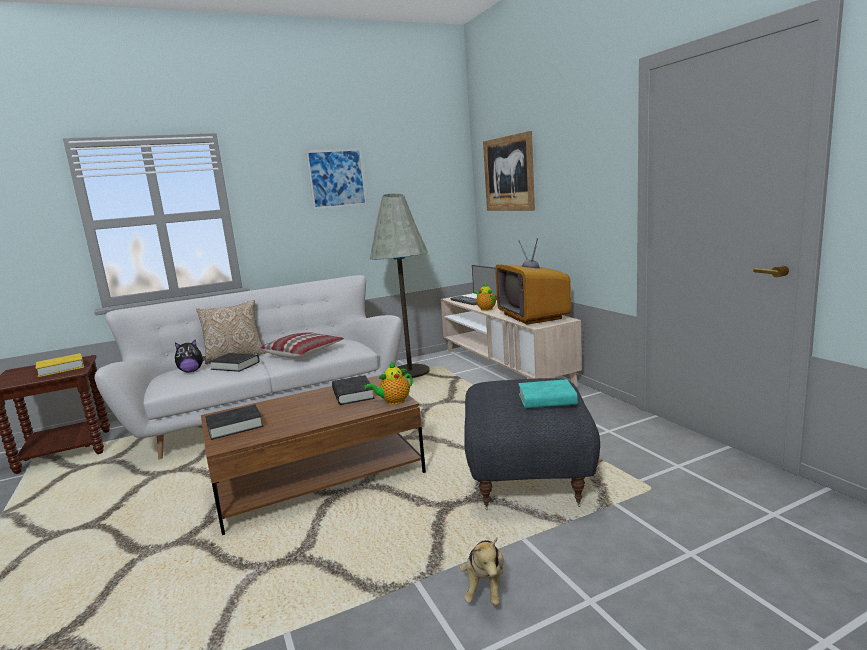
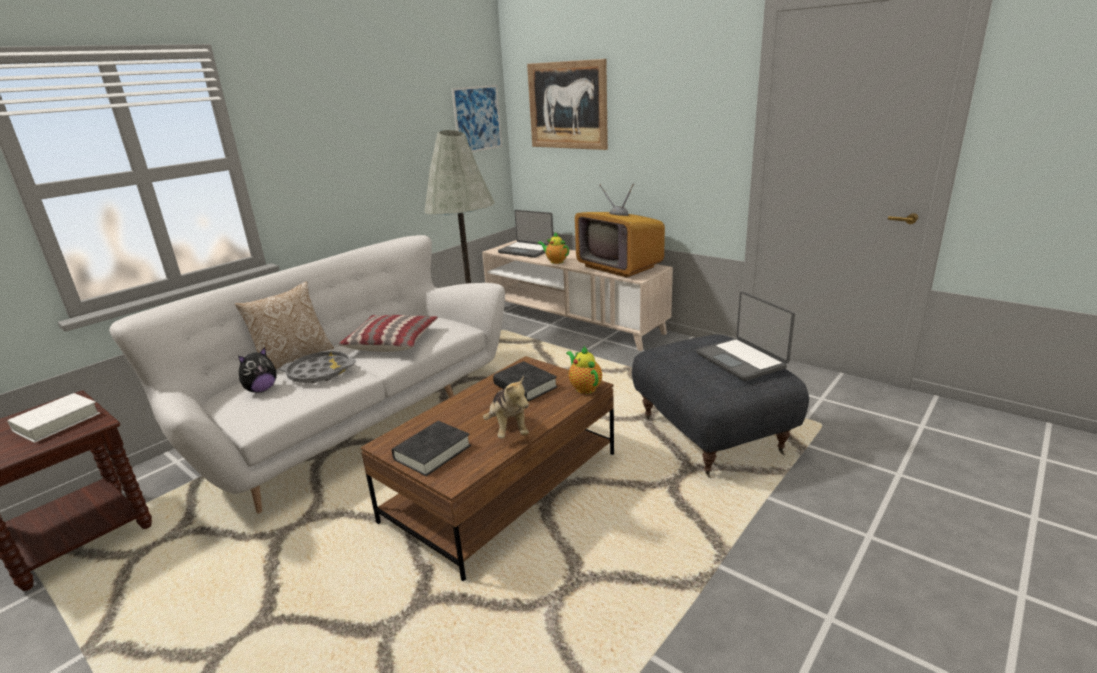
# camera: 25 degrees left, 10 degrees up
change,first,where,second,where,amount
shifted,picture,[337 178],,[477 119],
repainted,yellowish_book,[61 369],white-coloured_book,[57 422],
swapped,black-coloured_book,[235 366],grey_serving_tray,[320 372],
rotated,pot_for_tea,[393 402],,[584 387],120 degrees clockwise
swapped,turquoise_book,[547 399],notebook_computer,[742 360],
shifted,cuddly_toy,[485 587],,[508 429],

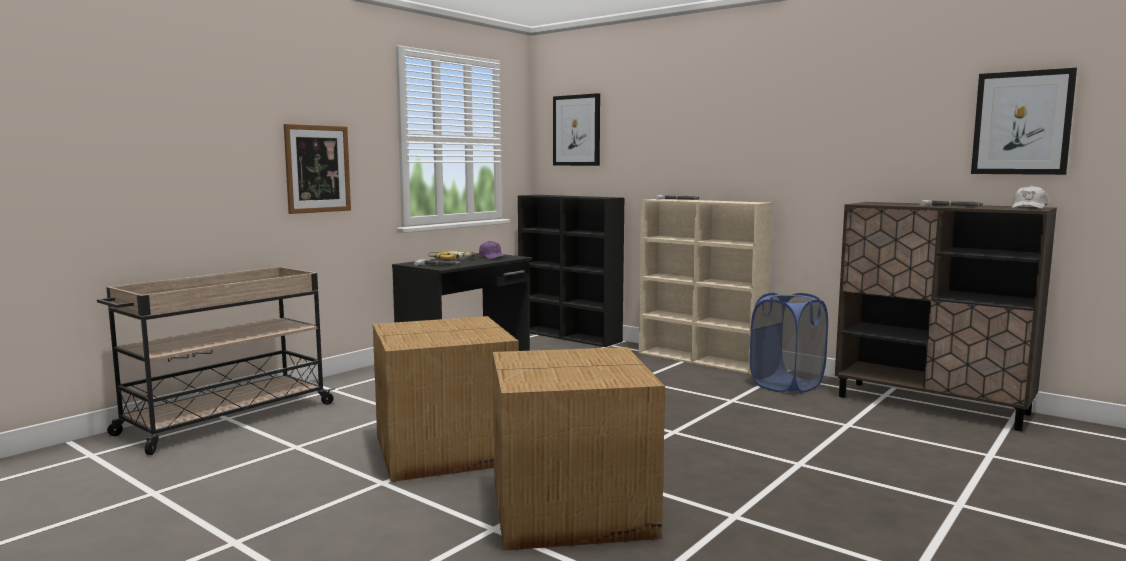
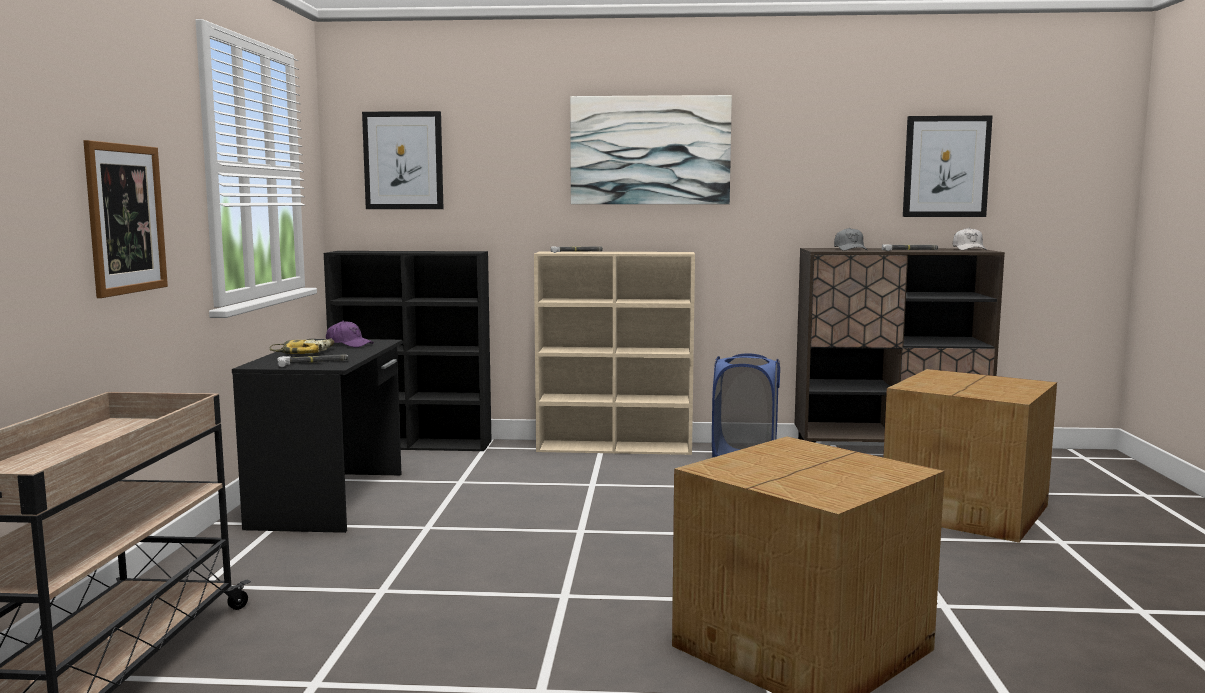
# camera: 35 degrees left, 0 degrees up
change,first,where,second,where,amount
shifted,carton,[447 450],,[968 510],
new,,,picture,[650 150],
new,,,grey_cap,[850 249],

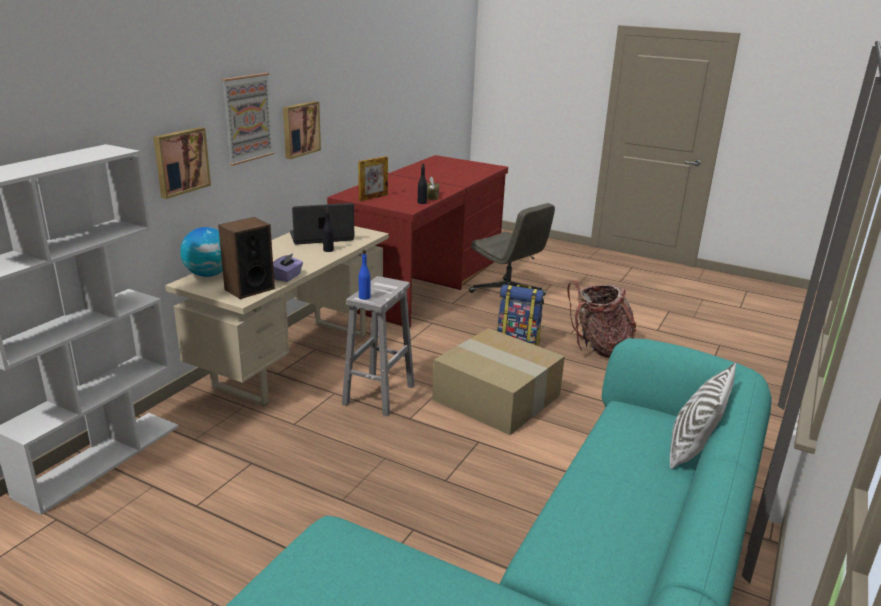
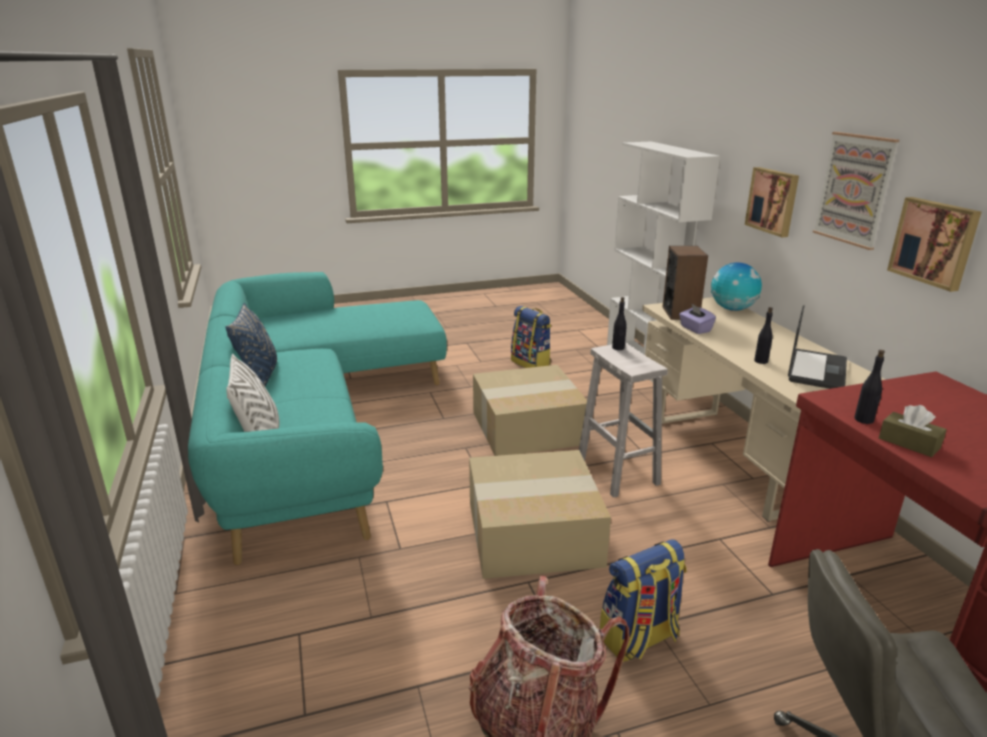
# camera: 135 degrees right, 0 degrees up
change,first,where,second,where,amount
gone,photo_frame,[373 197],,,
repainted,blue-coloured_bottle,[364 297],black-coloured_bottle,[618 348],
new,,,blue-coloured_pillow,[260 377],
new,,,backpack,[531 363],
new,,,carton,[526 428],

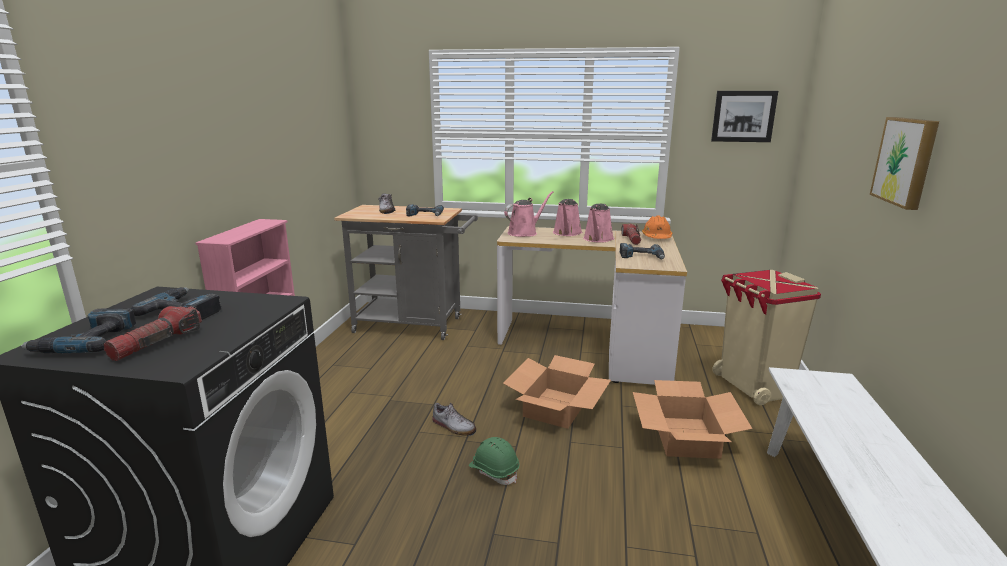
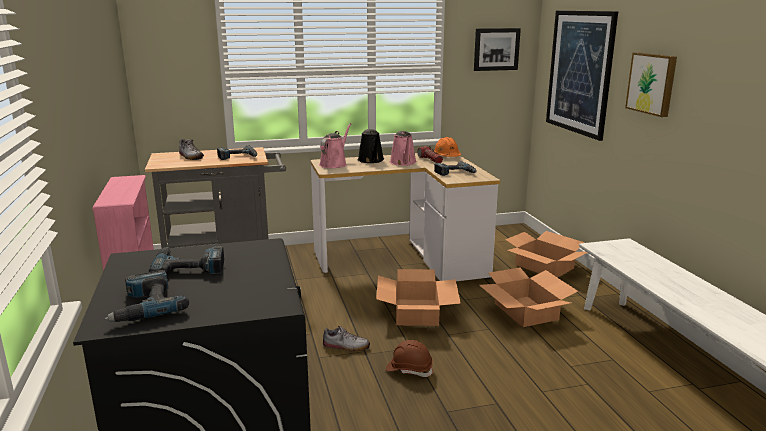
# camera: 25 degrees left, 0 degrees up
change,first,where,second,where,amount
repainted,pink_watering_can,[567 233],black-coloured_watering_can,[371 160],
swapped,beige-coloured_trash_can,[753 387],carton,[544 266],
gone,hand_torch,[157 343],,,
repainted,greenish_work_helmet,[494 471],brownish_work_helmet,[409 369],
new,,,picture,[579 72],

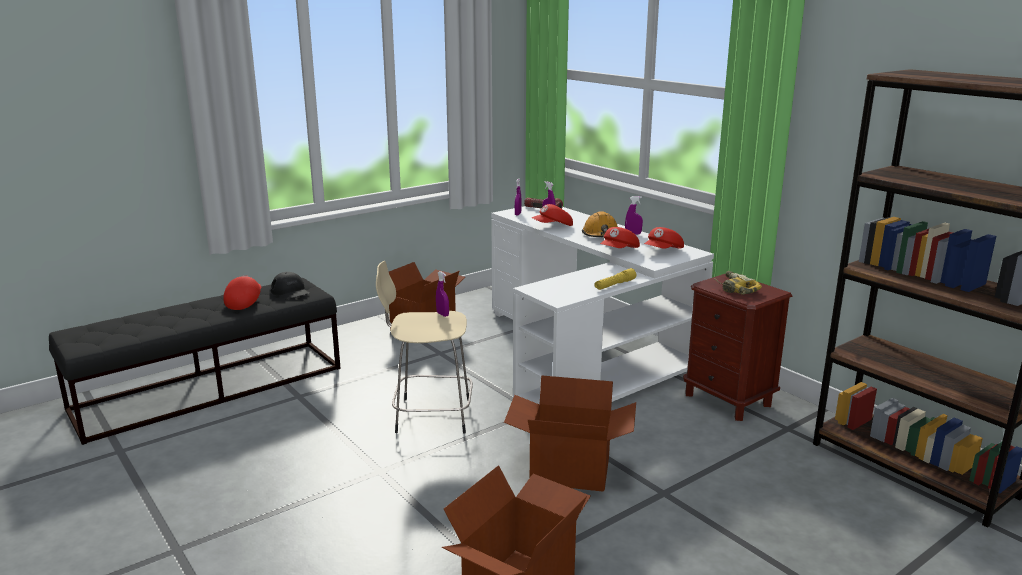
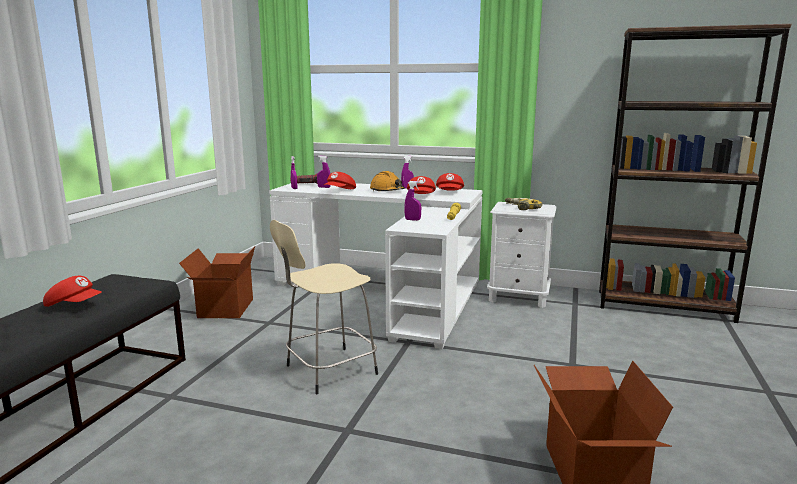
# camera: 35 degrees left, 5 degrees down
change,first,where,second,where,amount
shifted,purple-coloured_sprayer,[442 314],,[412 220],
gone,black-coloured_cap,[290 292],,,
repainted,brownish_nightstand,[728 400],white-coloured_nightstand,[518 297],
rotated,red-coloured_cap,[244 302],,[74 305],135 degrees clockwise
gone,carton,[569 471],,,

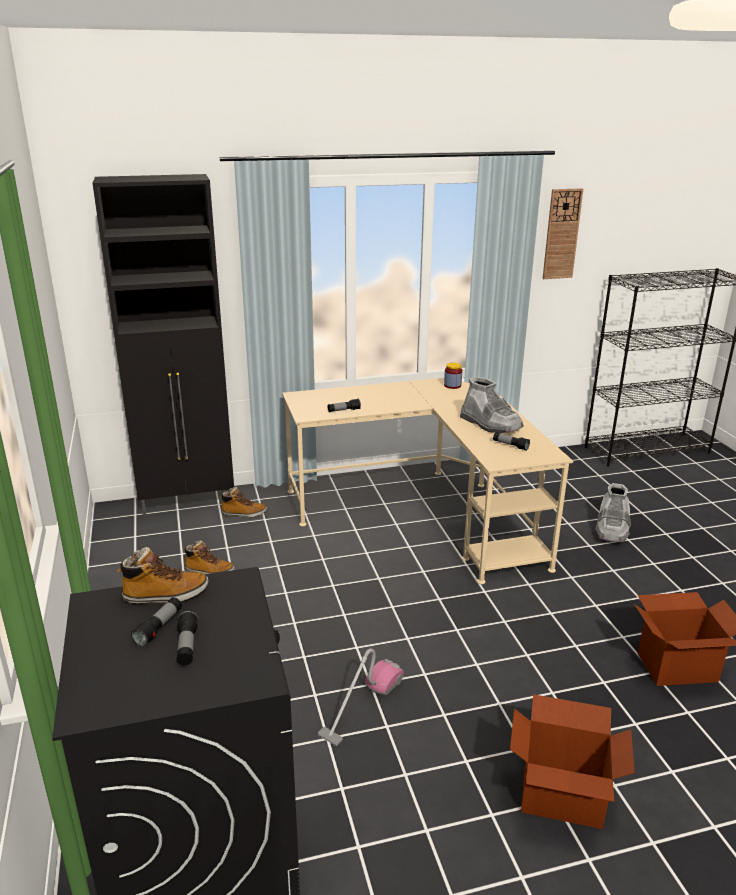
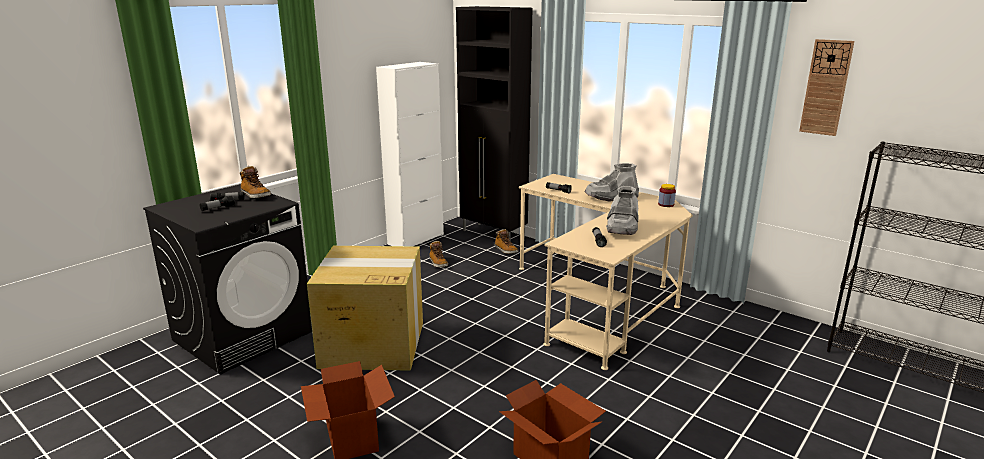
# camera: 55 degrees right, 5 degrees down
change,first,where,second,where,amount
shifted,grey_boot,[611 530],,[611 197],
swapped,vacuum_cleaner,[362 705],carton,[371 344],
new,,,white-coloured_storage_cabinet,[416 239],

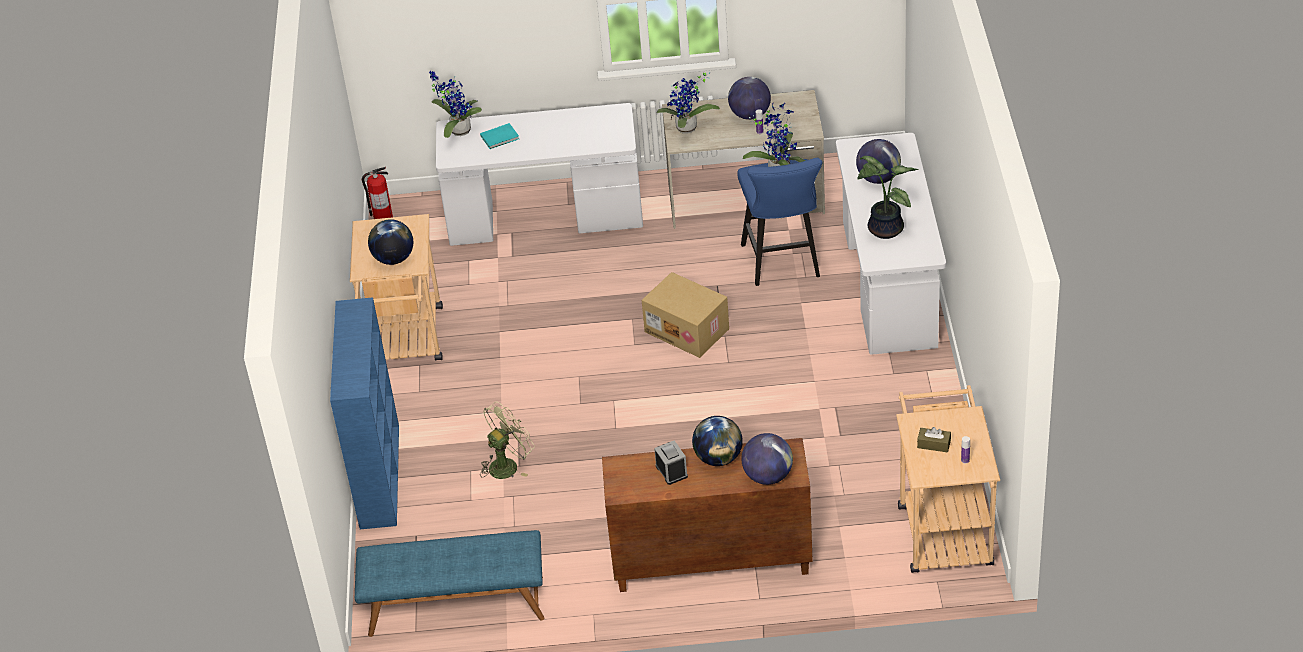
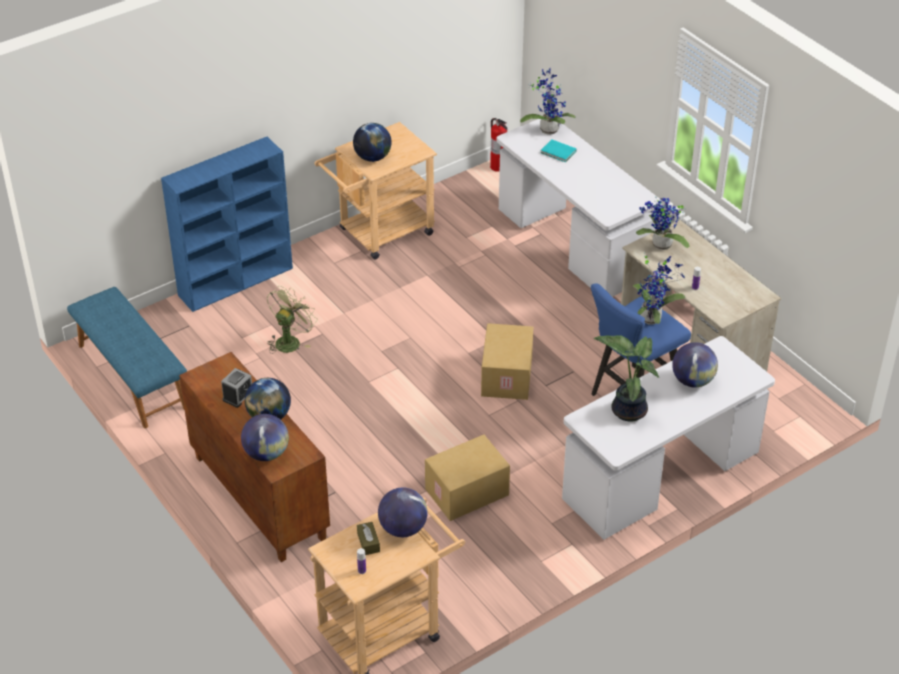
# camera: 55 degrees right, 0 degrees up
change,first,where,second,where,amount
shifted,world_globe,[750 115],,[403 528],
rotated,greenish_cooling_fan,[507 464],,[290 340],75 degrees counterclockwise
new,,,carton,[467 493],

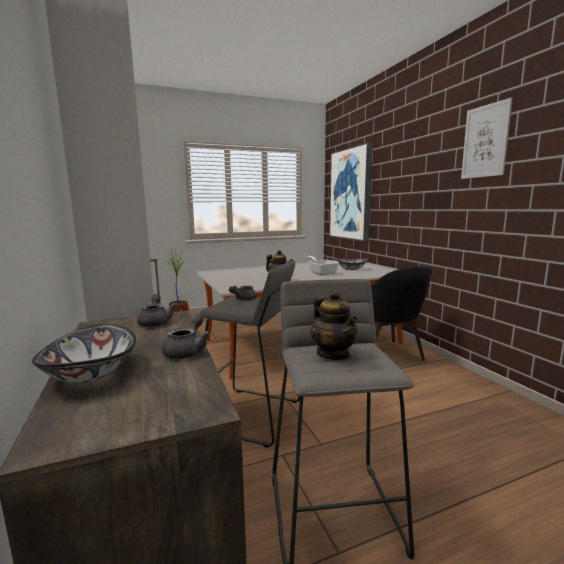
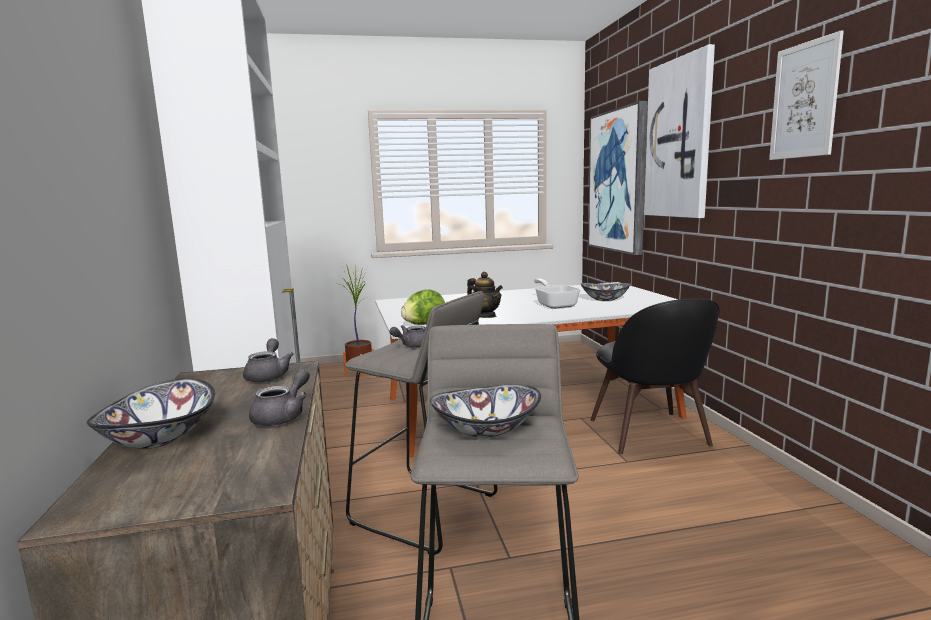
# camera: 10 degrees right, 0 degrees up
change,first,where,second,where,amount
swapped,pot_for_tea,[333 354],bowl,[486 429],
new,,,picture,[679 139],
new,,,head_of_lettuce,[424 324],

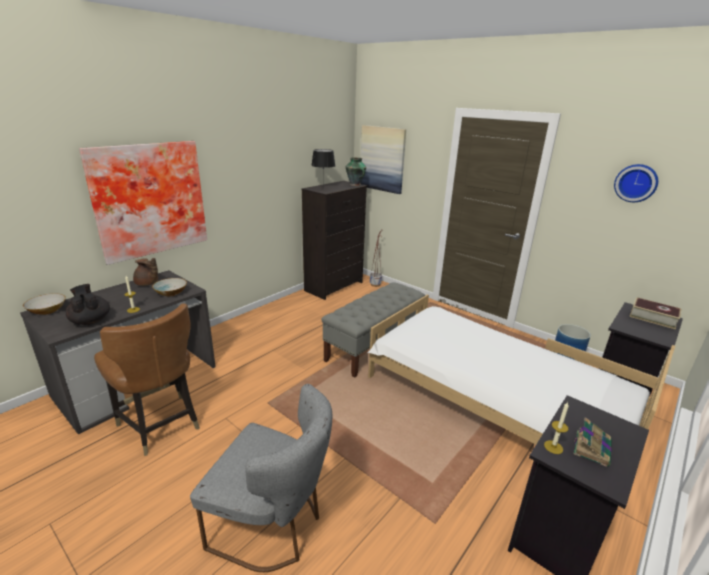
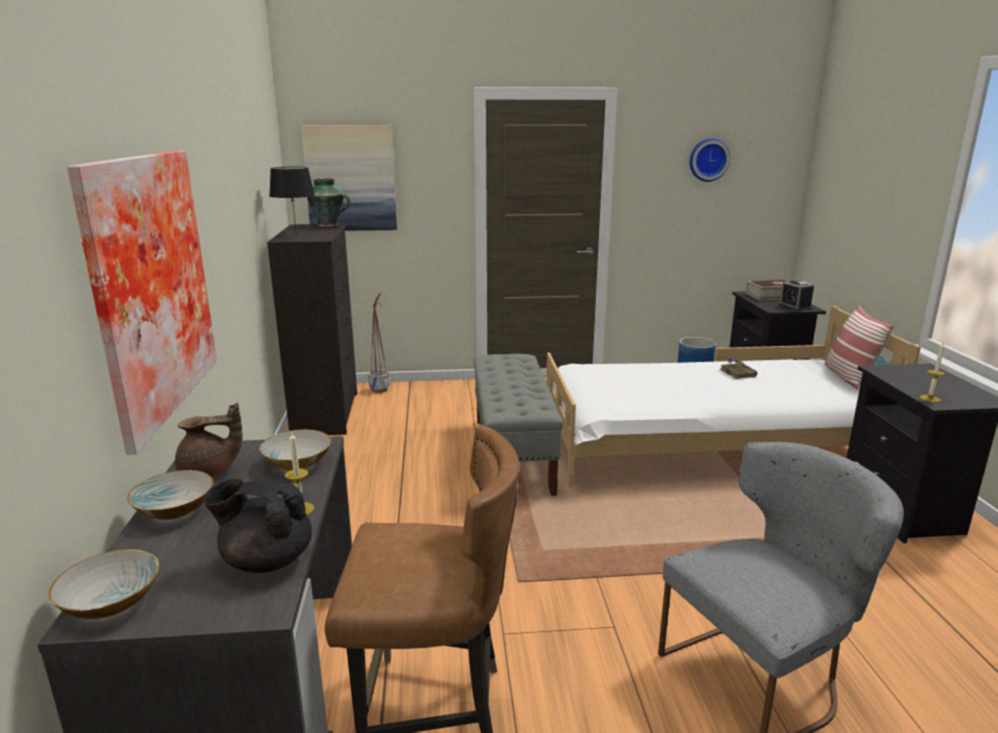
# camera: 45 degrees left, 5 degrees down
change,first,where,second,where,amount
shifted,book,[592 447],,[737 372],
new,,,table_clock,[794 307],
new,,,pillow,[848 377],
new,,,bowl,[174 510],

